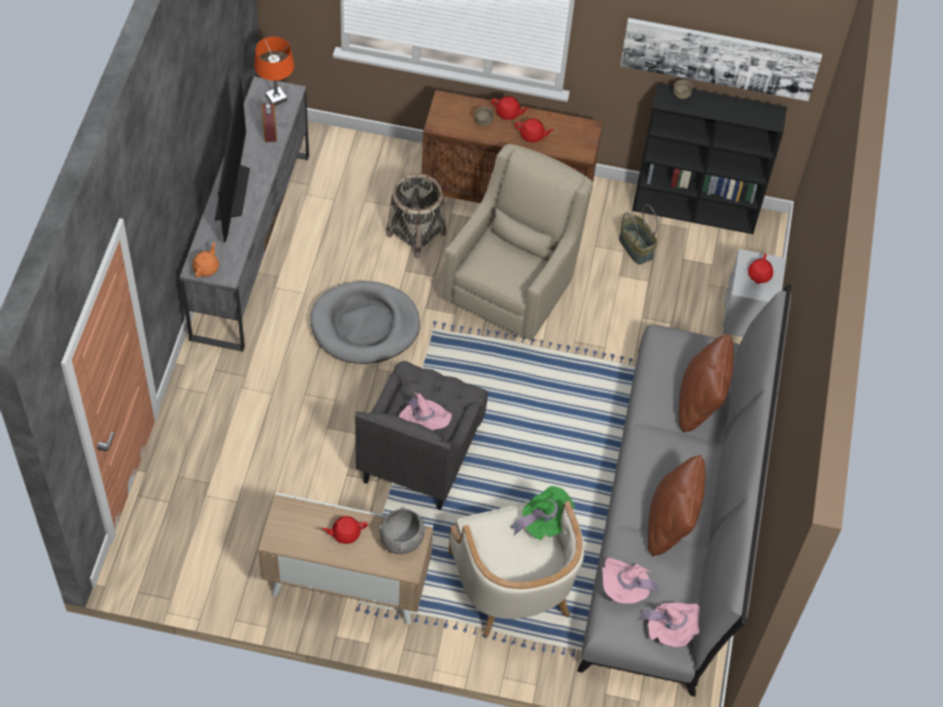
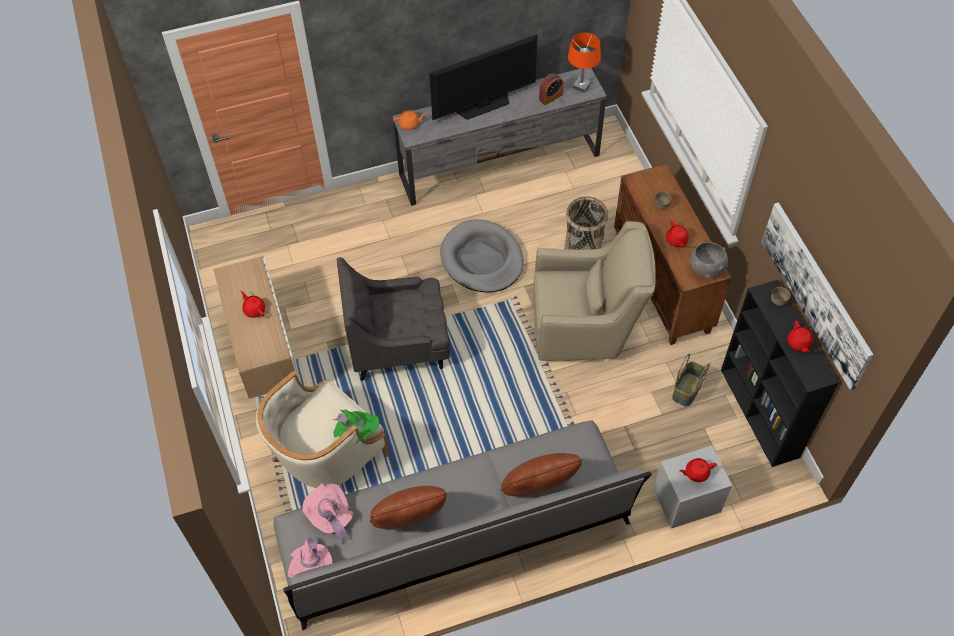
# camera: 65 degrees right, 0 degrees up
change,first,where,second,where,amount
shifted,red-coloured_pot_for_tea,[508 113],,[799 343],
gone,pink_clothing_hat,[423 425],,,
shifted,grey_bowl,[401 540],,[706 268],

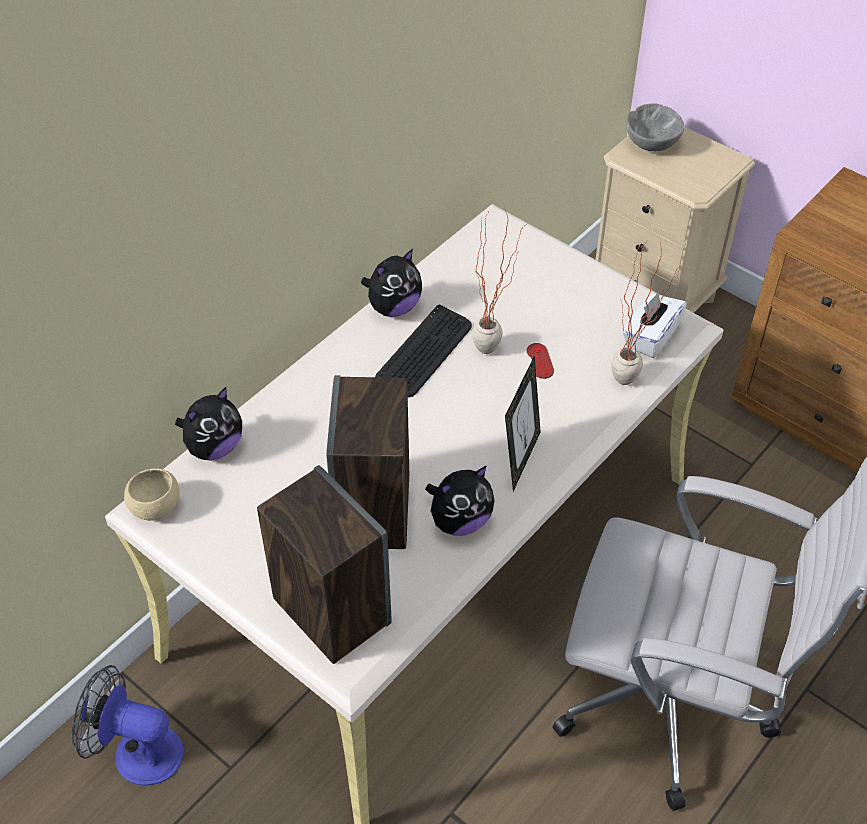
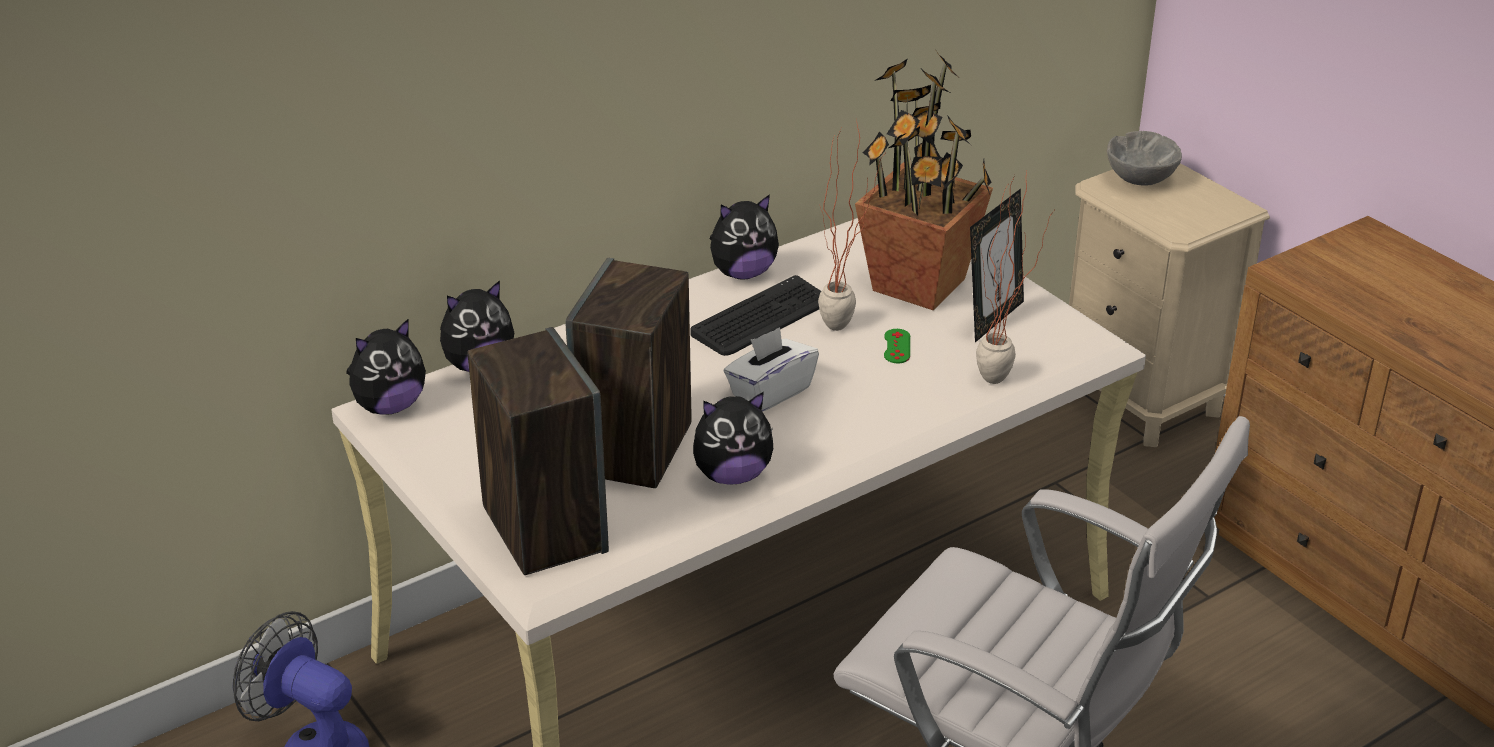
# camera: 15 degrees right, 15 degrees down
change,first,where,second,where,amount
shifted,white-coloured_box_of_tissues,[650 337],,[770 392],
repainted,red-coloured_joypad,[540 361],greenish_joypad,[897 346],
shifted,photo_frame,[520 459],,[993 319],
swapped,beige-coloured_bowl,[156 507],cuddly_toy,[389 406],
new,,,potted_plant,[918 286],

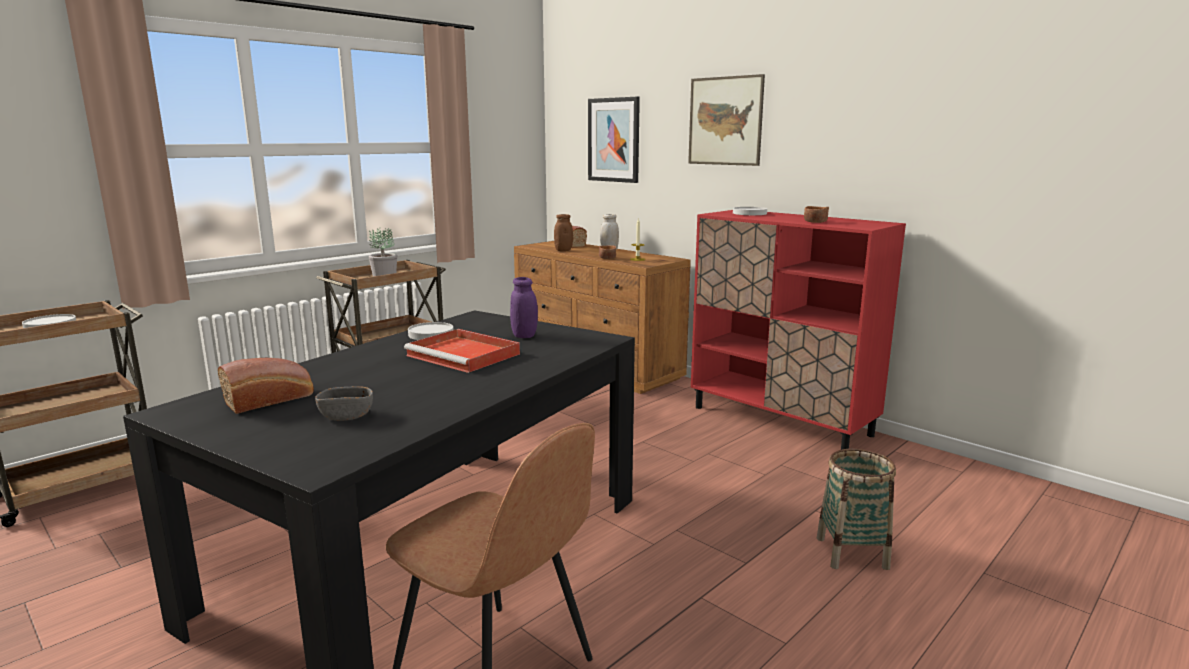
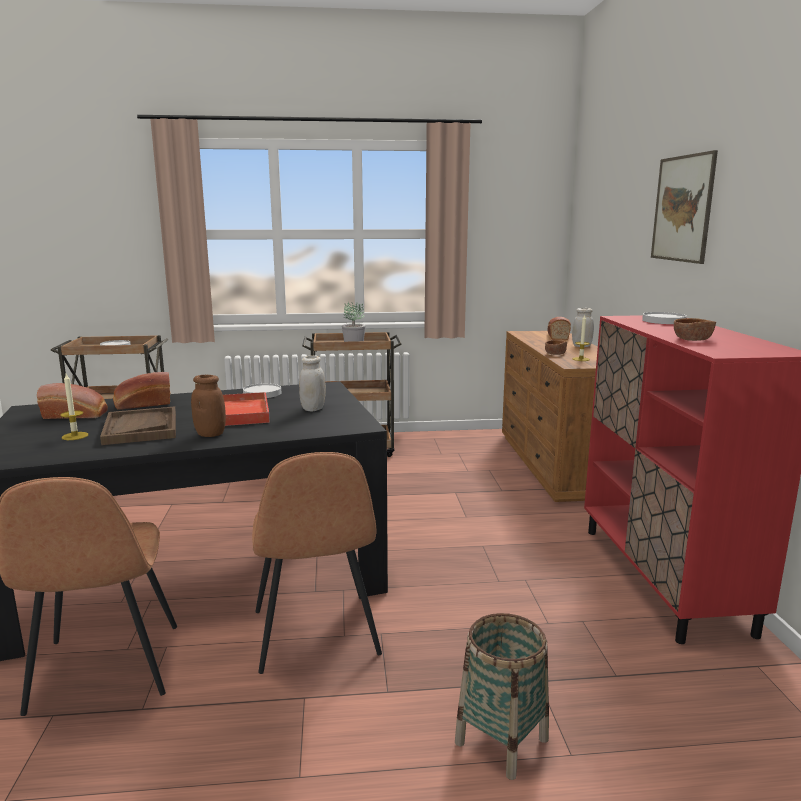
# camera: 40 degrees right, 0 degrees up
change,first,where,second,where,amount
gone,picture,[614 140],,,
shifted,brownish_jar,[563 250],,[210 434],
repainted,purple-coloured_jar,[524 335],white-coloured_jar,[313 409],
swapped,grey_bowl,[346 416],wax_light,[75 436],
new,,,bakery_bread,[142 404],
new,,,brownish_serving_tray,[141 428],
new,,,brownish_chair,[315 635],

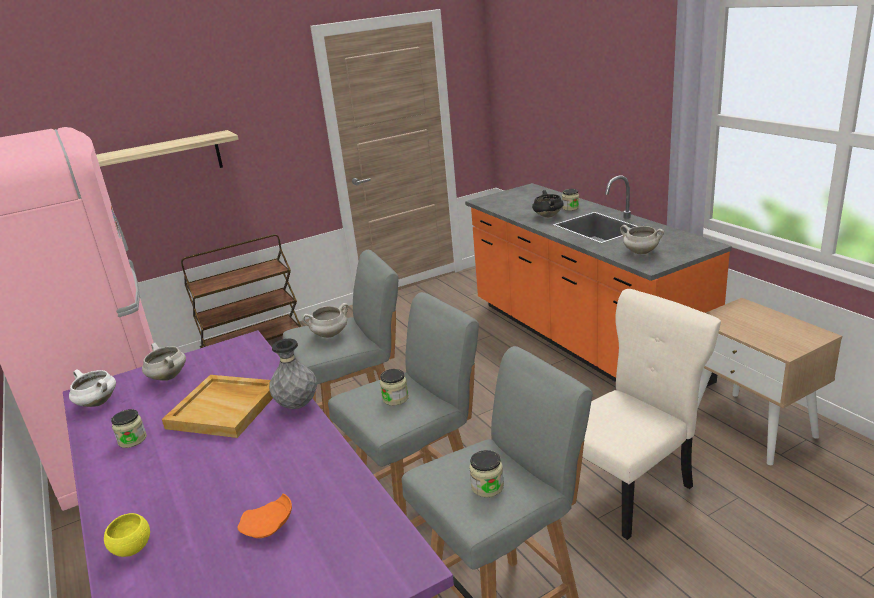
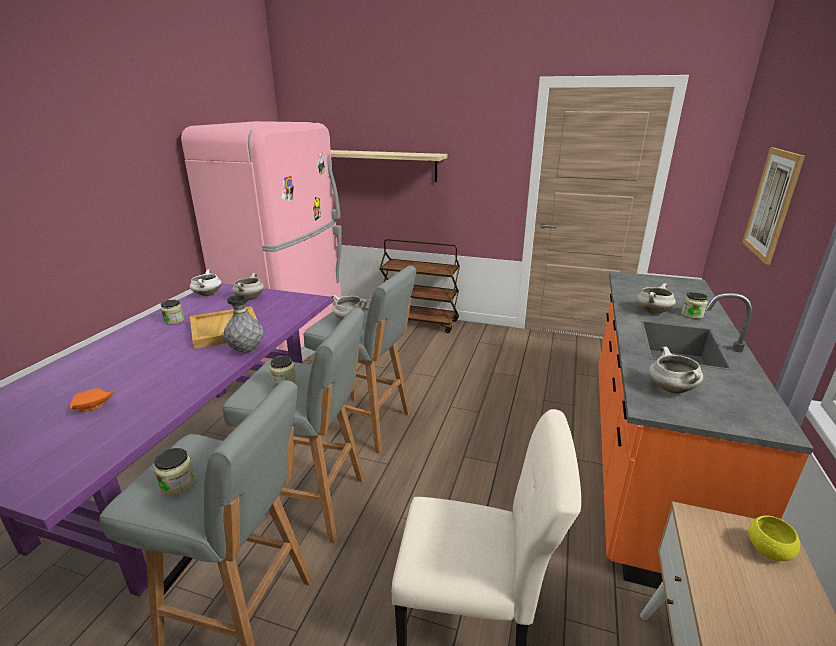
# camera: 45 degrees right, 0 degrees up
change,first,where,second,where,amount
repainted,black-coloured_stockpot,[547 216],white-coloured_stockpot,[652 311],
shifted,yellowish_bowl,[132 548],,[768 550],
new,,,picture,[772 204],

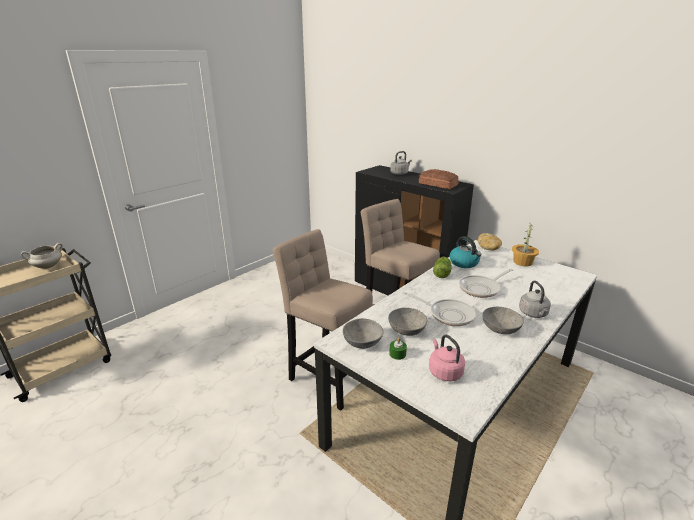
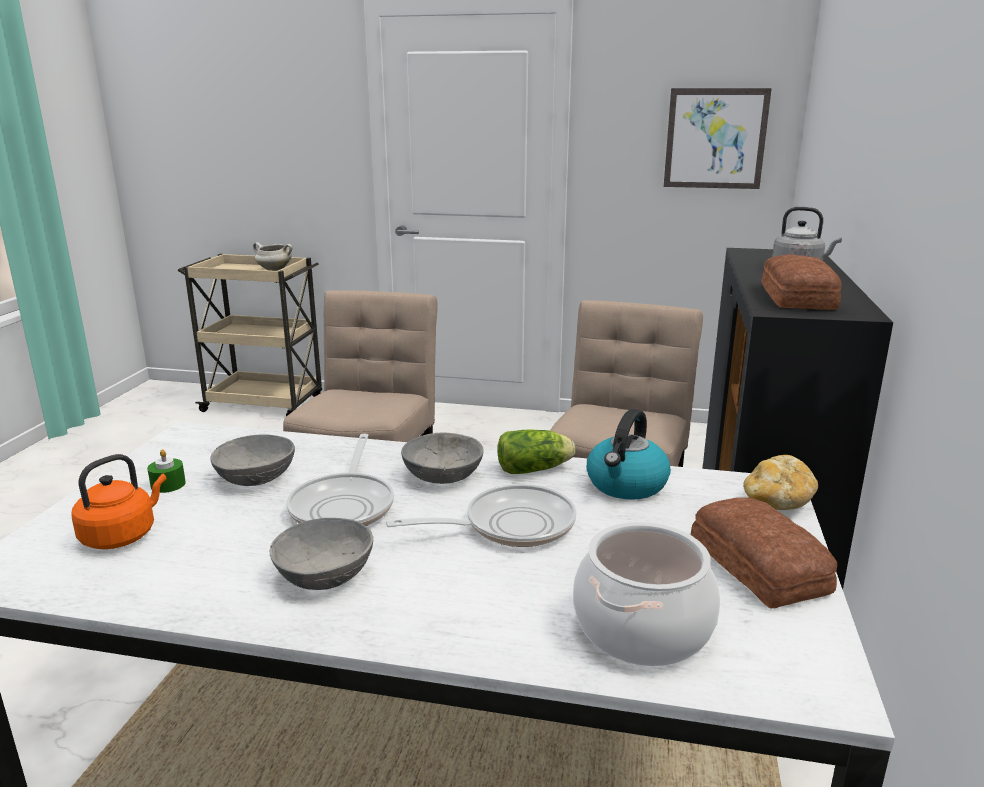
# camera: 60 degrees right, 5 degrees down
change,first,where,second,where,amount
swapped,potted_plant,[522 262],bakery_bread,[759 564],
rotated,pan,[482 288],,[510 525],135 degrees clockwise
gone,grey_kettle,[533 314],,,
shifted,grey_bowl,[362 342],,[442 475],
repainted,pink_kettle,[444 372],orange_kettle,[122 535],
new,,,picture,[715 139],
new,,,stockpot,[642 628],

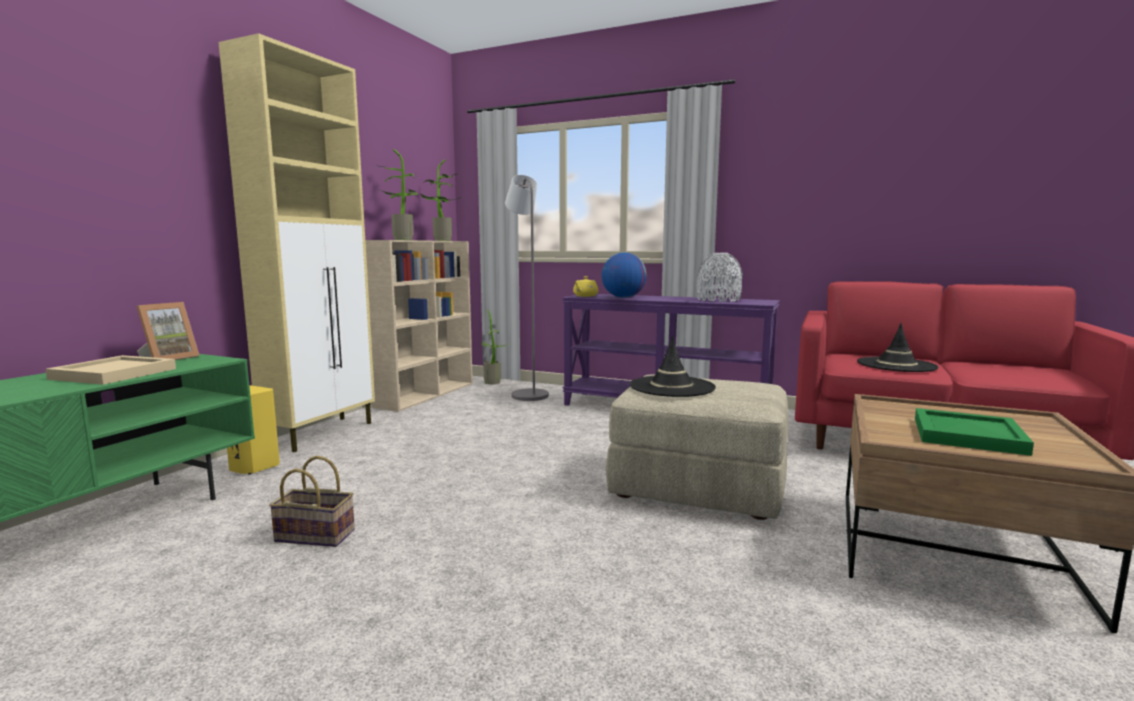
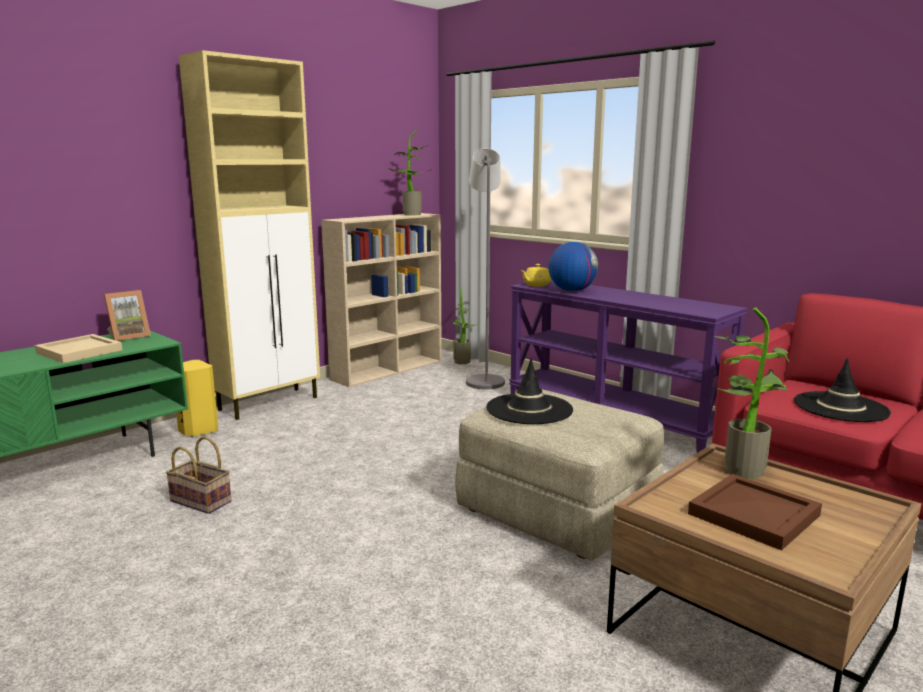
# camera: 20 degrees right, 5 degrees up
change,first,where,second,where,amount
shifted,potted_plant,[403 240],,[742 468],
gone,grey_decorative_vase,[718 300],,,
repainted,greenish_serving_tray,[969 436],brownish_serving_tray,[754 515],

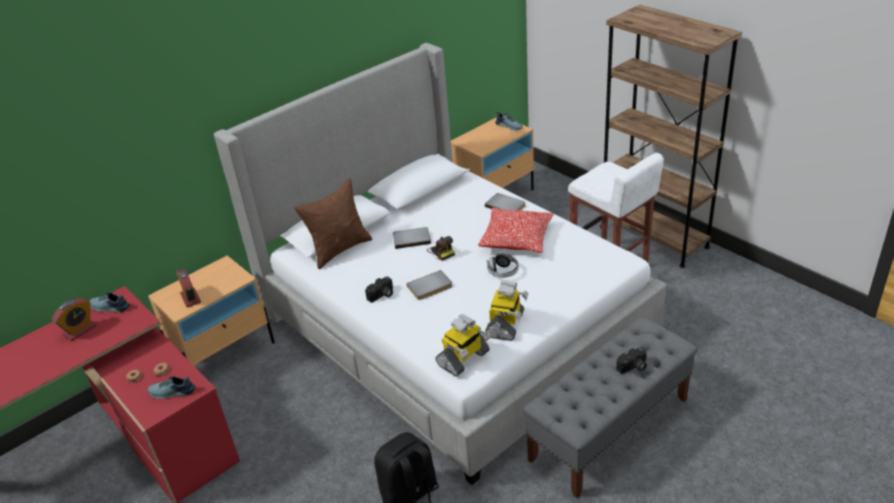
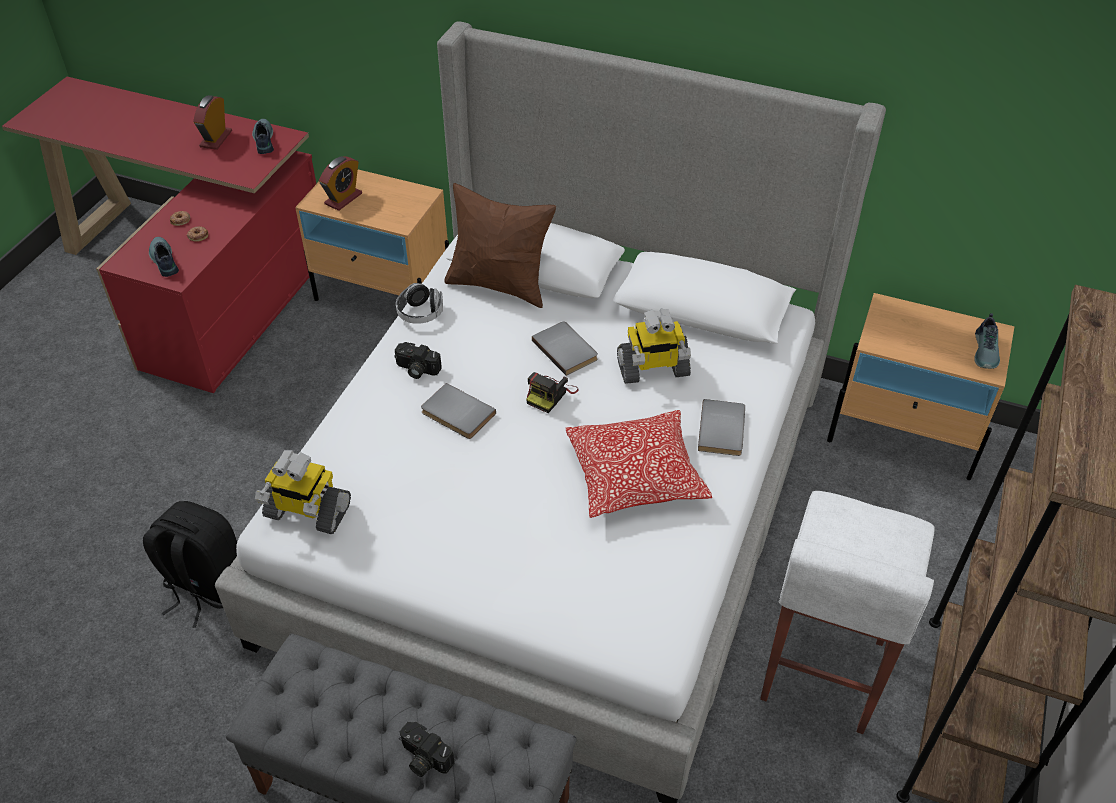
# camera: 60 degrees right, 10 degrees up
change,first,where,second,where,amount
shifted,headphones,[503 272],,[420 313],
shifted,toy_robot,[506 325],,[652 369],
rotated,table_clock,[80 330],,[216 139],90 degrees clockwise

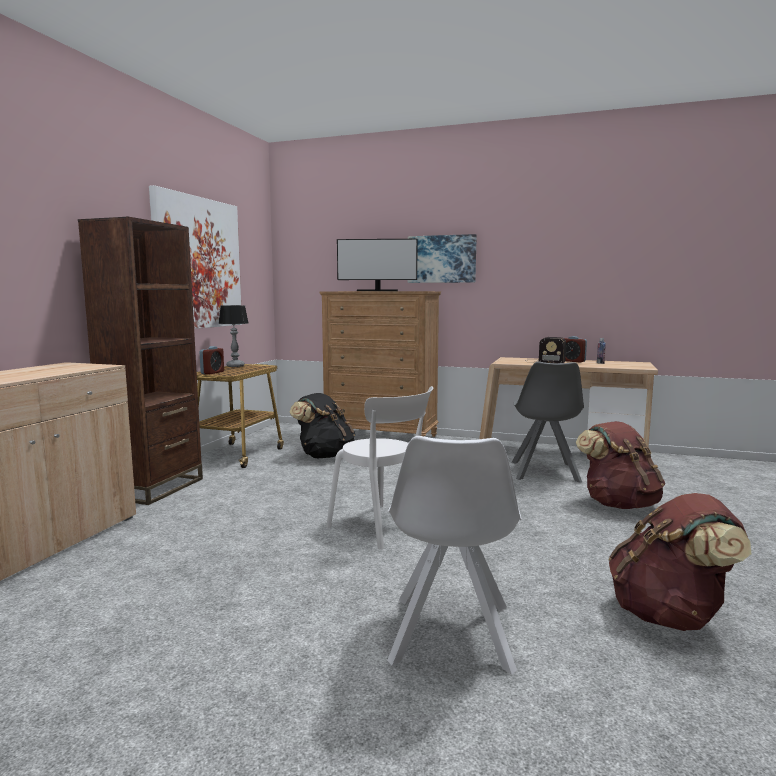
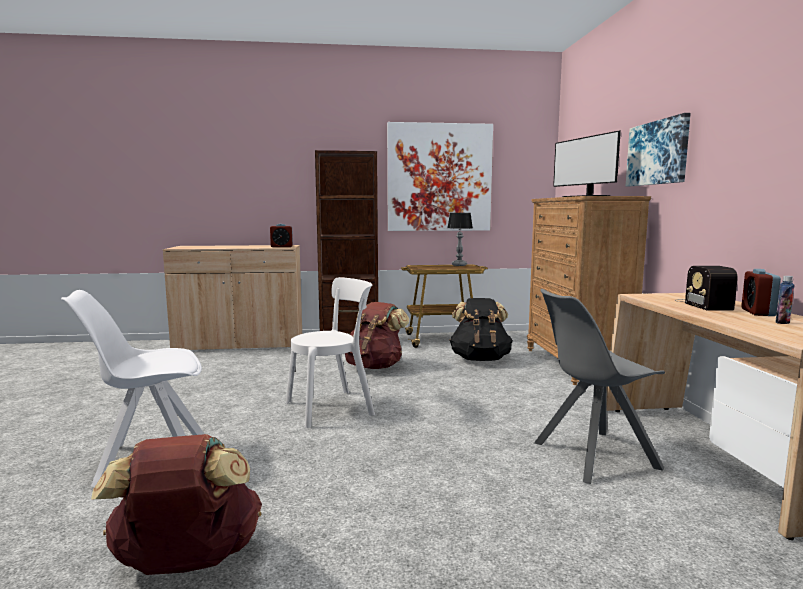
# camera: 65 degrees right, 0 degrees up
change,first,where,second,where,amount
shifted,table_clock,[212 372],,[281 247],
rotated,white-coloured_chair,[384 526],,[333 407],135 degrees counterclockwise
shifted,brownish_backpack,[618 504],,[374 366],

